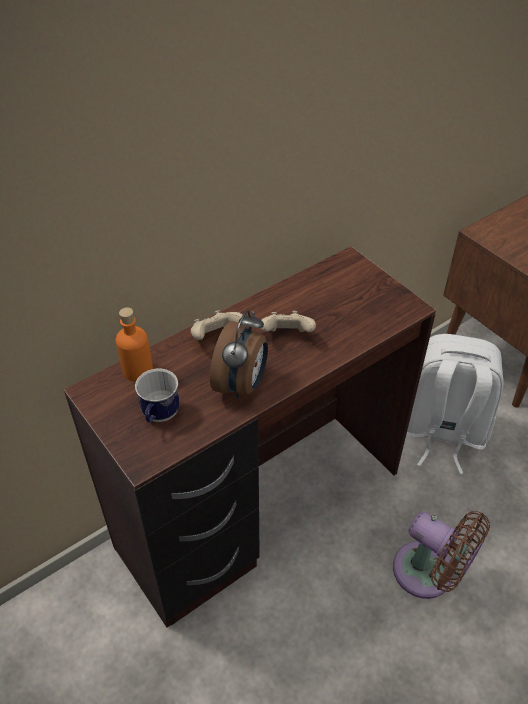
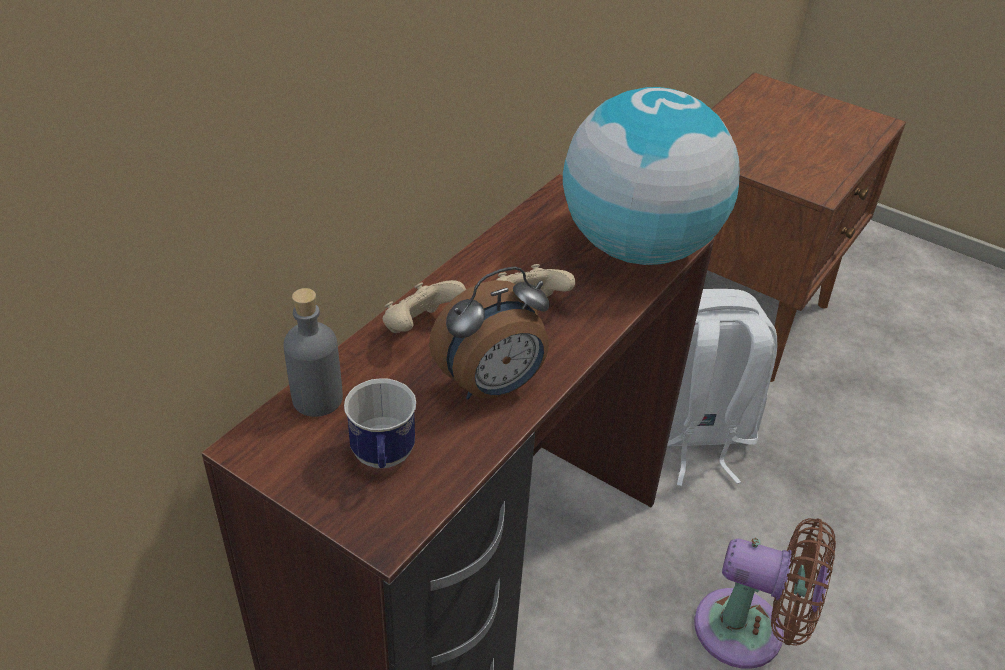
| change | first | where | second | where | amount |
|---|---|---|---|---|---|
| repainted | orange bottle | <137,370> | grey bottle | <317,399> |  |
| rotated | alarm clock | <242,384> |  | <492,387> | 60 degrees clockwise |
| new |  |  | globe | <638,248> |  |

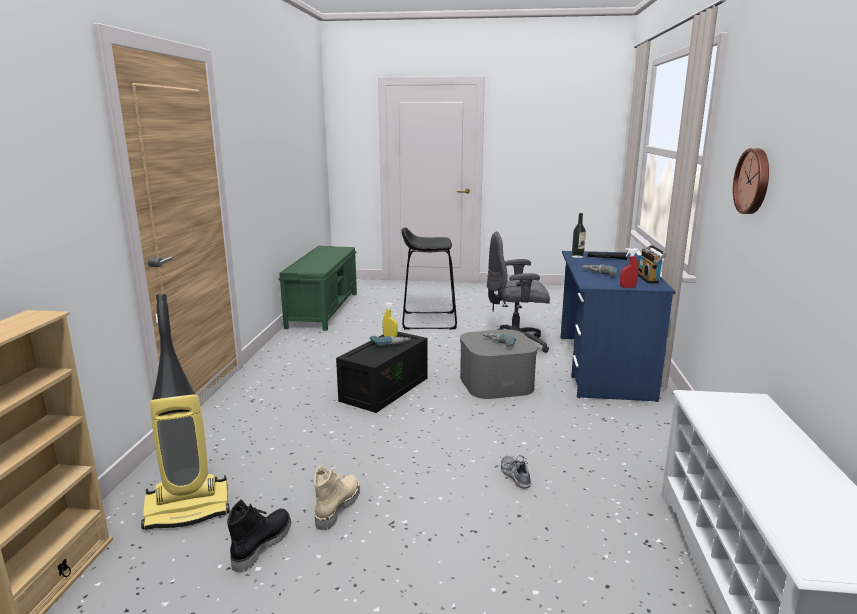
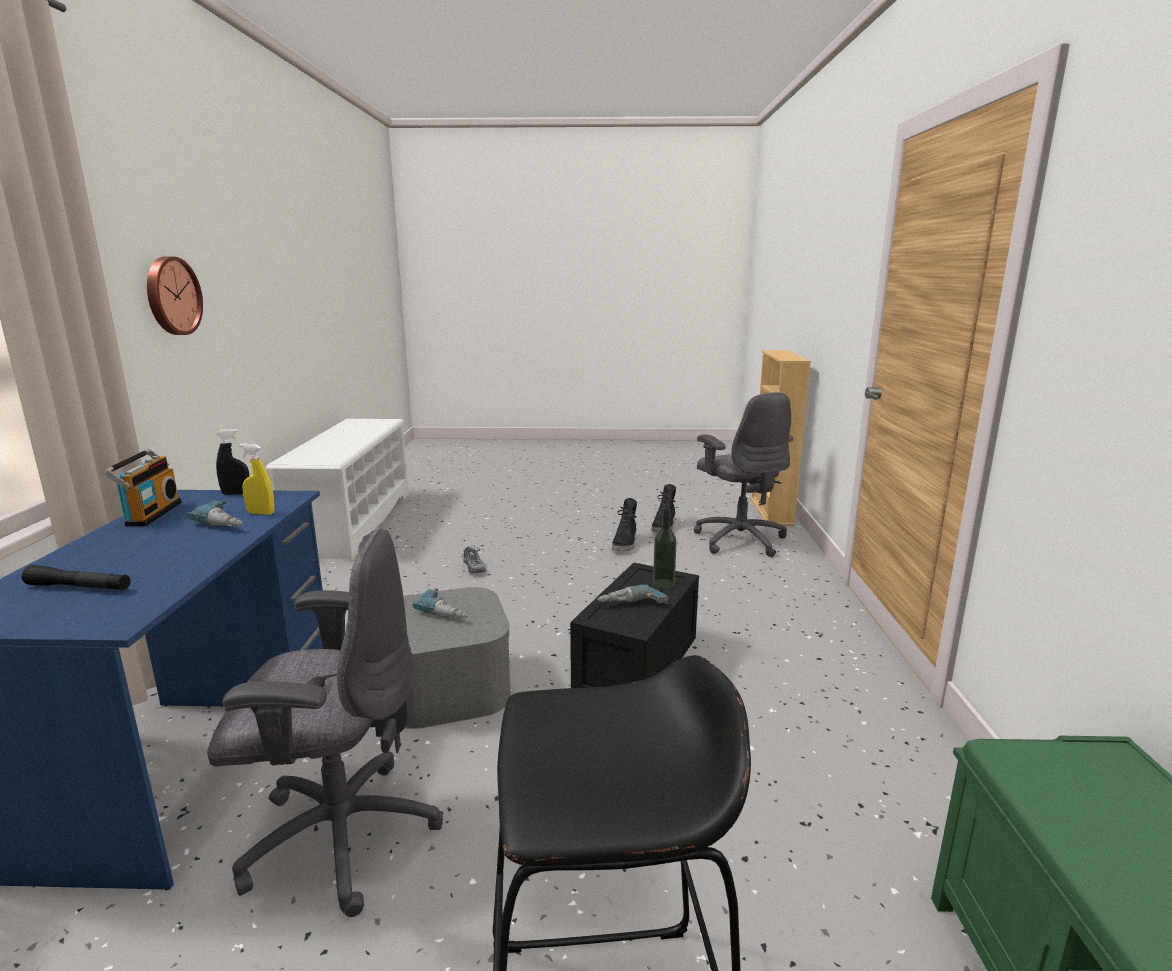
| change | first | where | second | where | amount |
|---|---|---|---|---|---|
| repainted | red spray bottle | <627,287> | black spray bottle | <236,493> |  |
| shifted | yellow spray bottle | <390,336> |  | <261,513> |  |
| repainted | beige boot | <337,507> | black boot | <625,544> |  |
| shifted | bottle | <577,256> |  | <663,584> |  |
| swapped | vacuum cleaner | <188,508> | grey office chair | <739,540> |  |

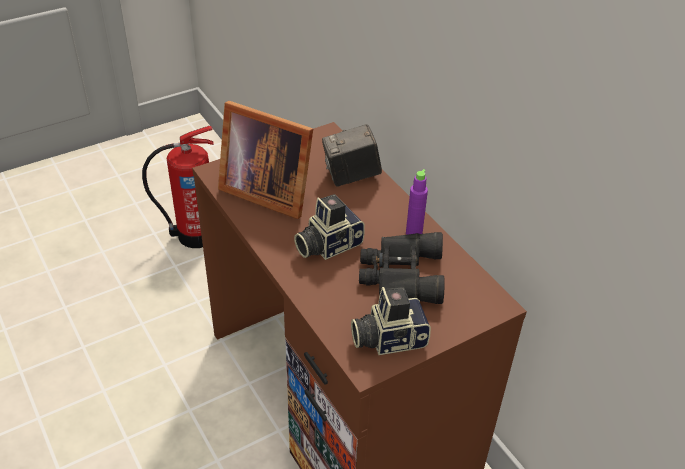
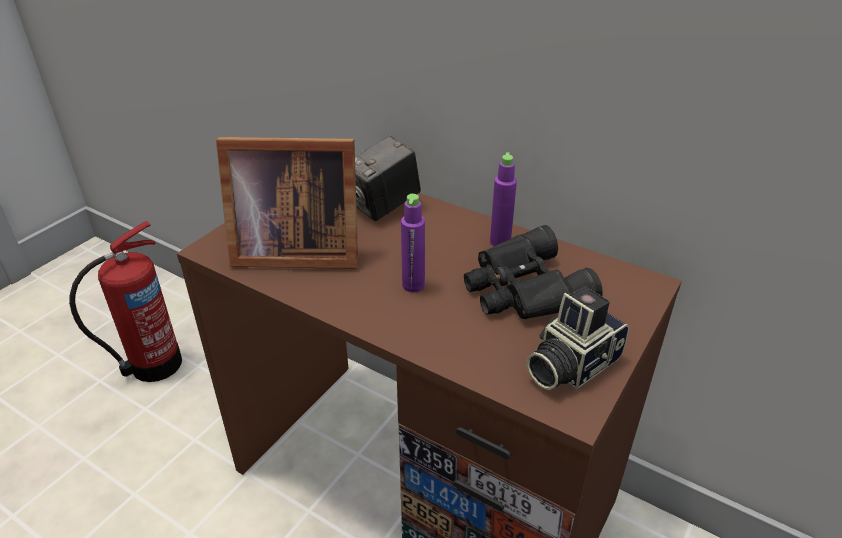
| change | first | where | second | where | amount |
|---|---|---|---|---|---|
| swapped | photo camera | <327,245> | purple bottle | <413,285> |  |

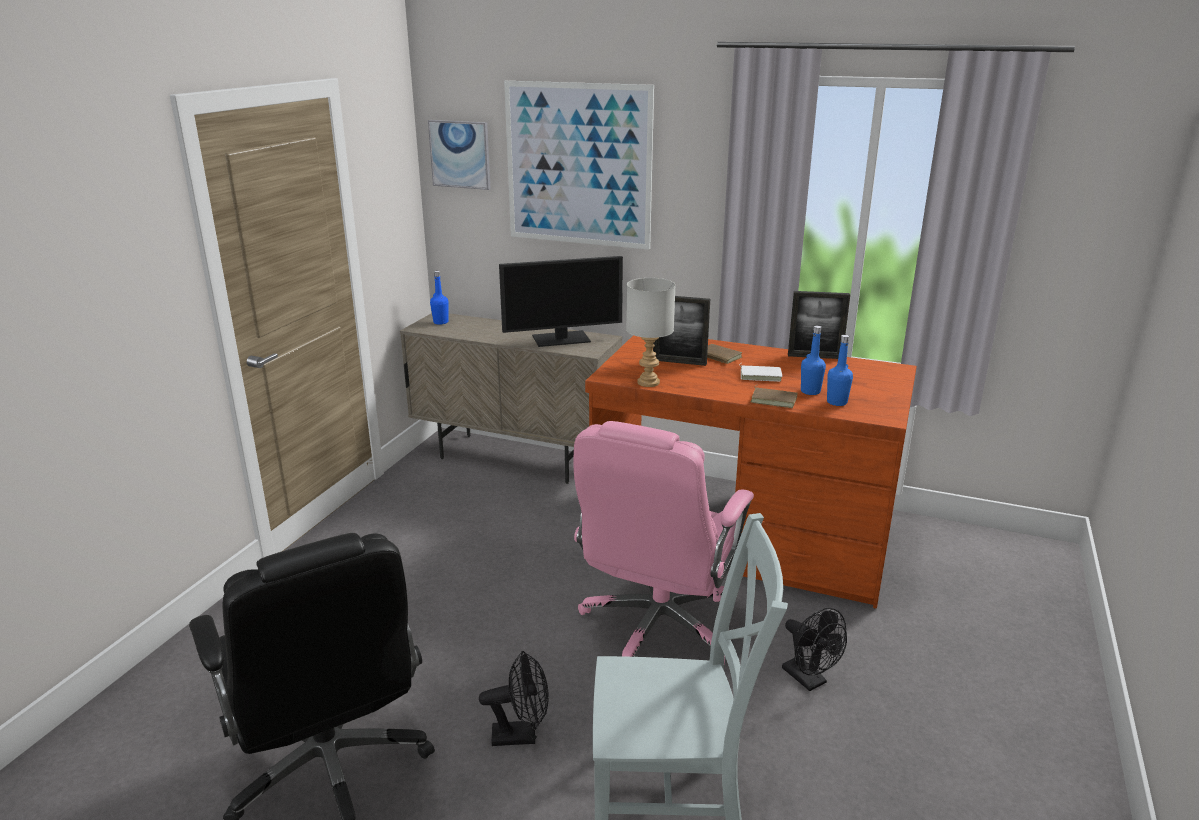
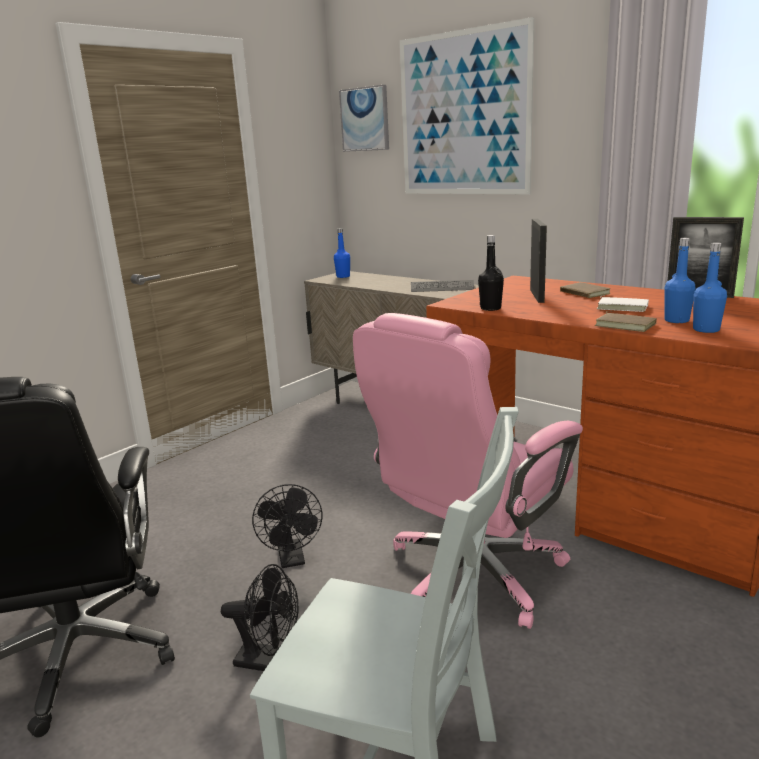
| change | first | where | second | where | amount |
|---|---|---|---|---|---|
| shifted | black fan | <809,680> |  | <292,560> |  |
| swapped | monitor | <562,339> | keyboard | <442,288> |  |
| swapped | grey table lamp | <648,382> | black bottle | <490,308> |  |
| rotated | picture frame | <679,362> |  | <537,296> | 120 degrees counterclockwise |

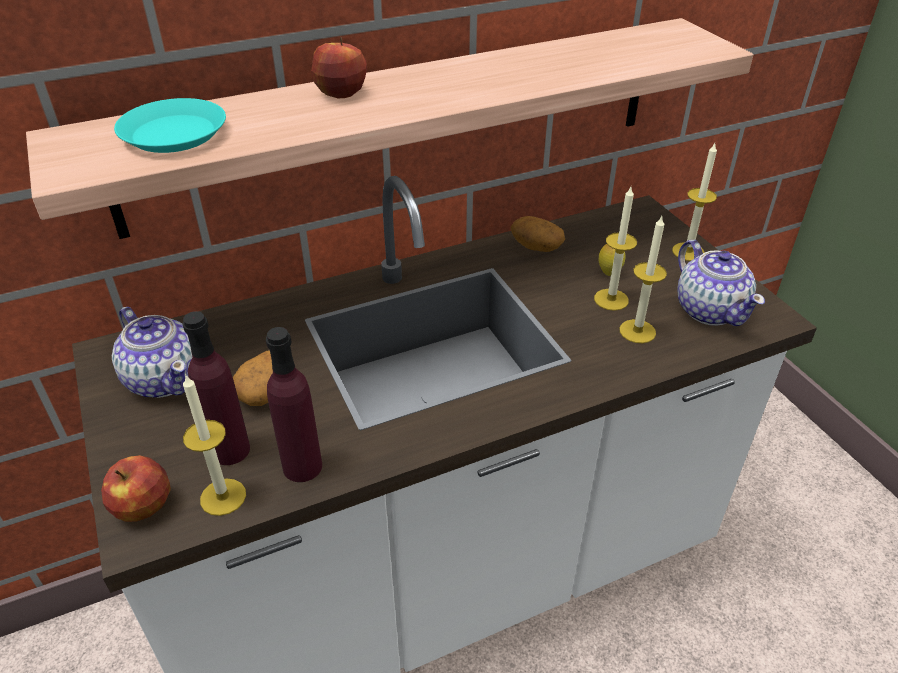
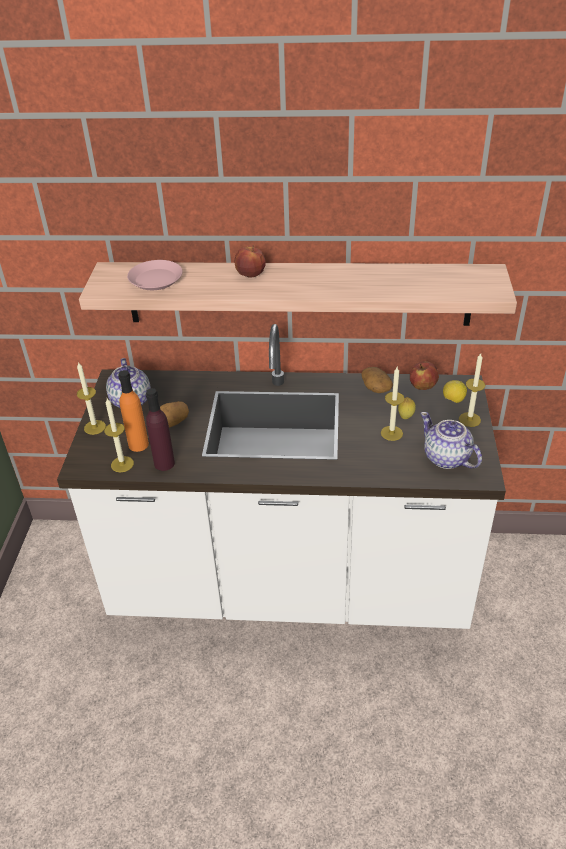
| change | first | where | second | where | amount |
|---|---|---|---|---|---|
| shifted | candle | <637,331> |  | <94,427> |  |
| repainted | purple bottle | <230,450> | orange bottle | <138,444> |  |
| repainted | turquoise plate | <174,134> | pink plate | <156,279> |  |
| shifted | apple | <144,507> |  | <423,386> |  |
| rotated | teapot | <710,310> |  | <446,458> | 135 degrees clockwise |
| new |  |  | lemon | <453,400> |  |

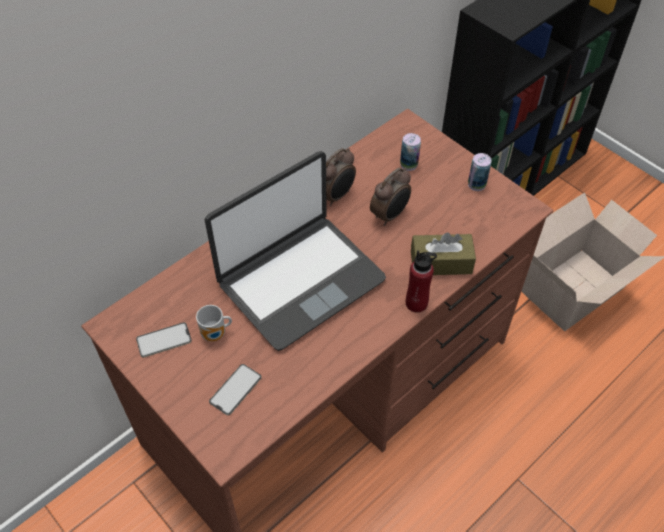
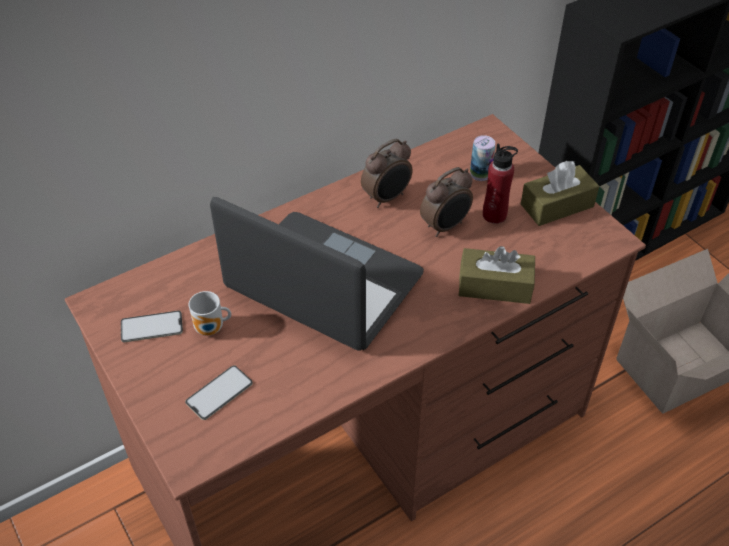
| change | first | where | second | where | amount |
|---|---|---|---|---|---|
| rotated | laptop | <300,281> |  | <323,284> | 120 degrees counterclockwise |
| shifted | red bottle | <416,303> |  | <494,215> |  |
| swapped | can | <476,184> | brown tissue box | <557,205> |  |

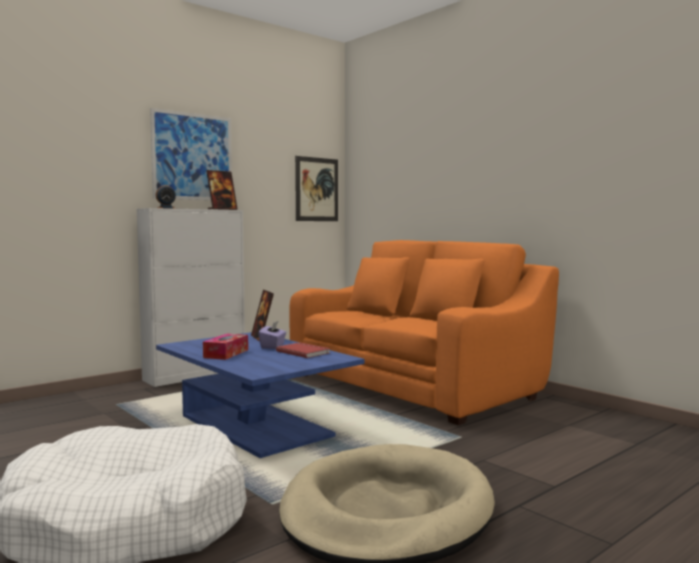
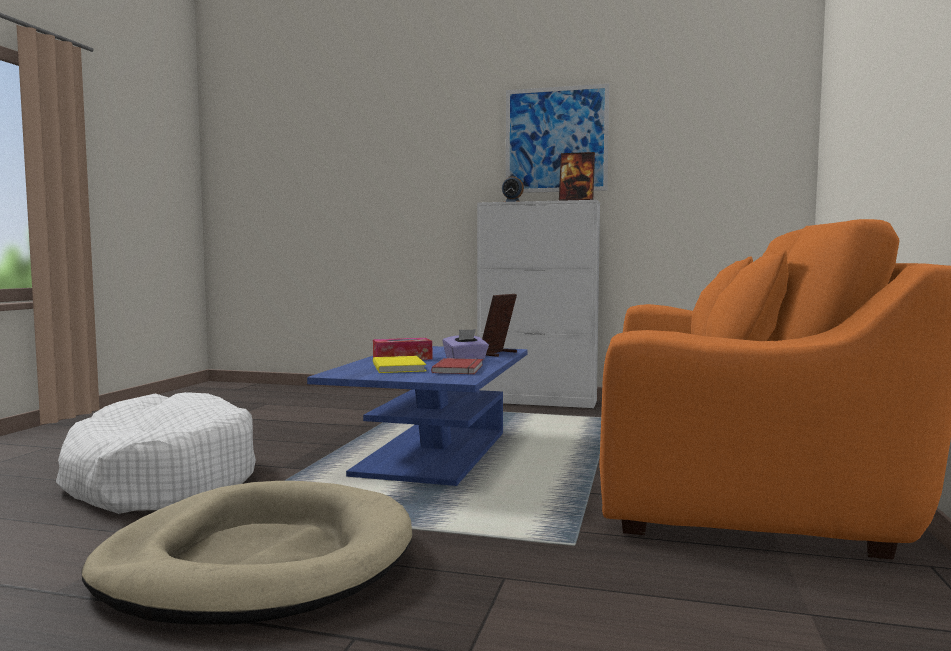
| change | first | where | second | where | amount |
|---|---|---|---|---|---|
| new |  |  | yellow book | <400,367> |  |
| gone | picture | <316,189> |  |  |  |

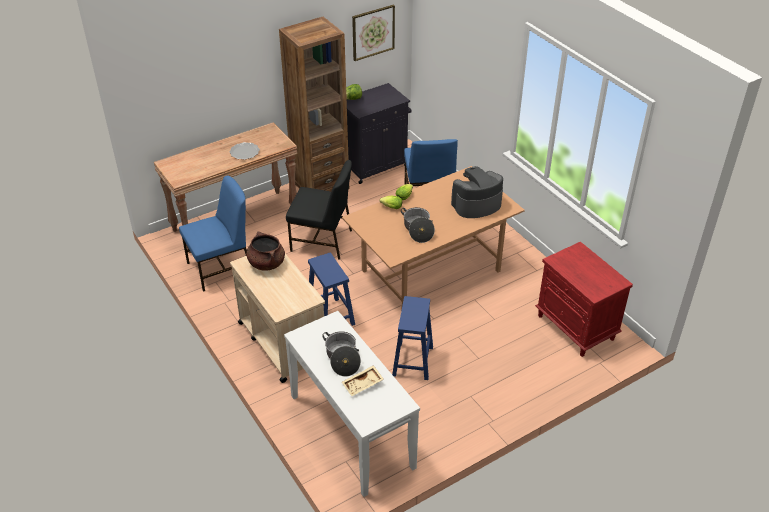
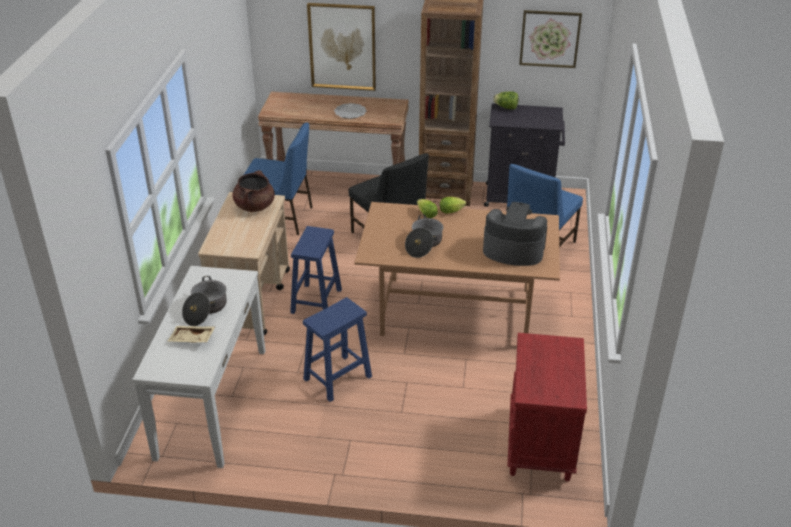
| change | first | where | second | where | amount |
|---|---|---|---|---|---|
| new |  |  | picture | <342,46> |  |

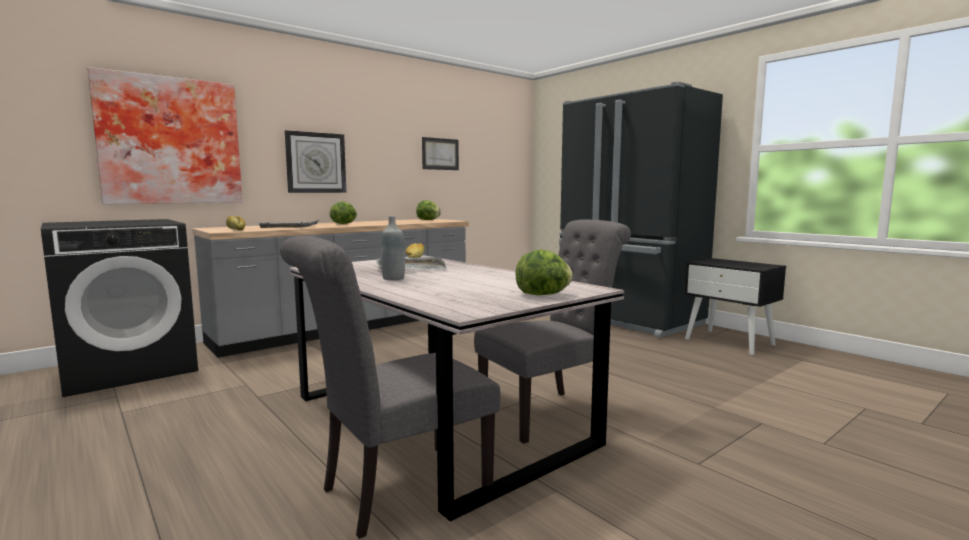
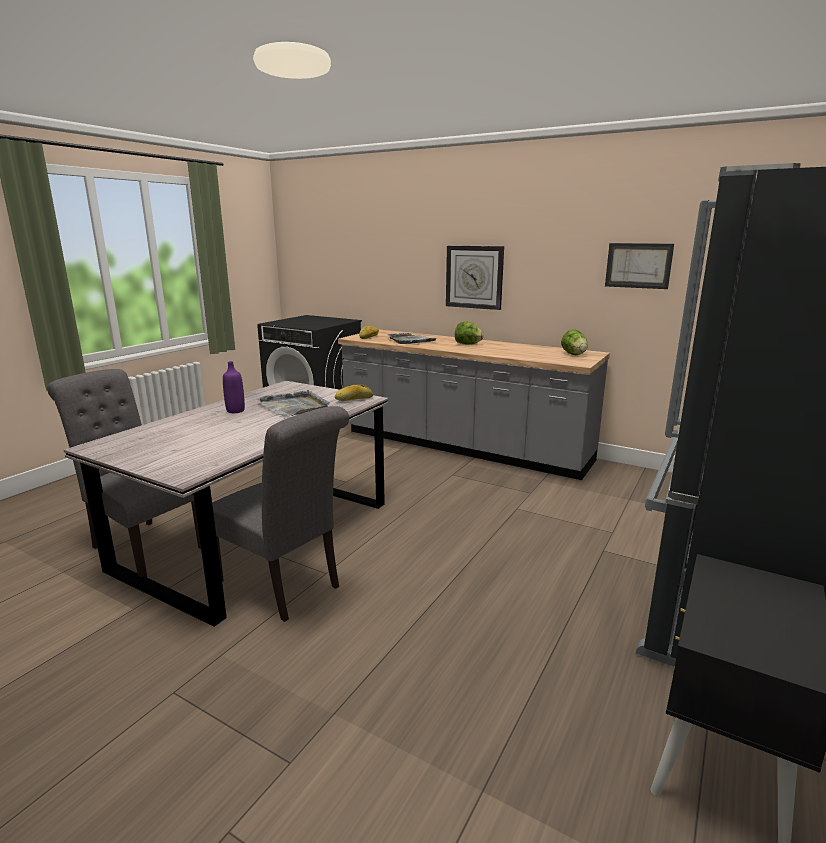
| change | first | where | second | where | amount |
|---|---|---|---|---|---|
| repainted | grey bottle | <393,278> | purple bottle | <235,411> |  |
| gone | picture | <170,141> |  |  |  |
| gone | lettuce | <543,295> |  |  |  |

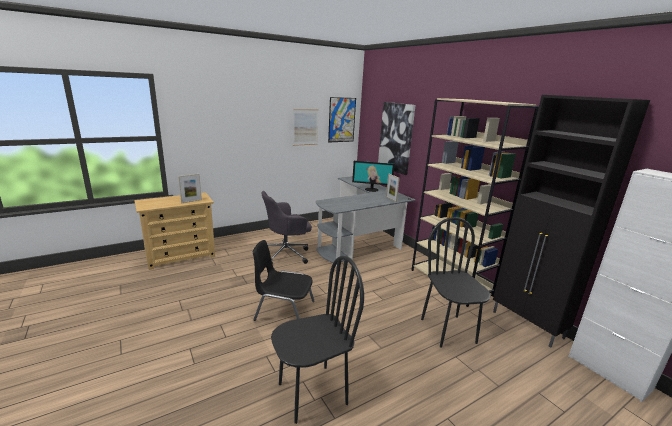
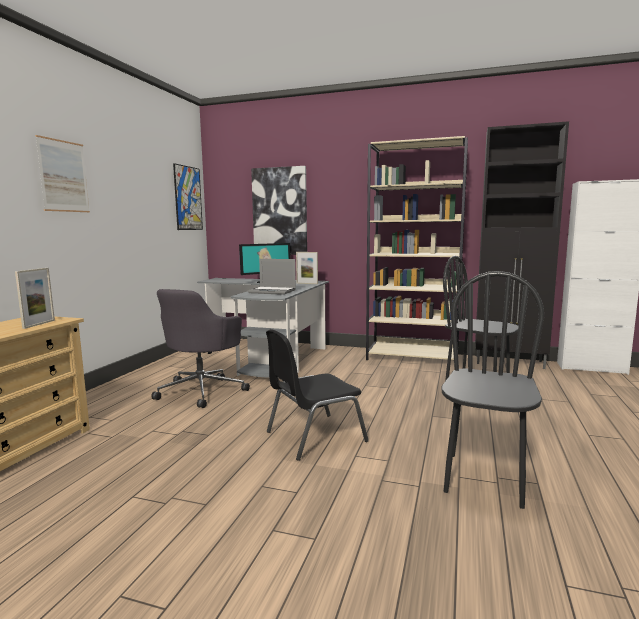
| change | first | where | second | where | amount |
|---|---|---|---|---|---|
| shifted | picture | <305,127> |  | <63,176> |  |
| new |  |  | laptop | <273,291> |  |

